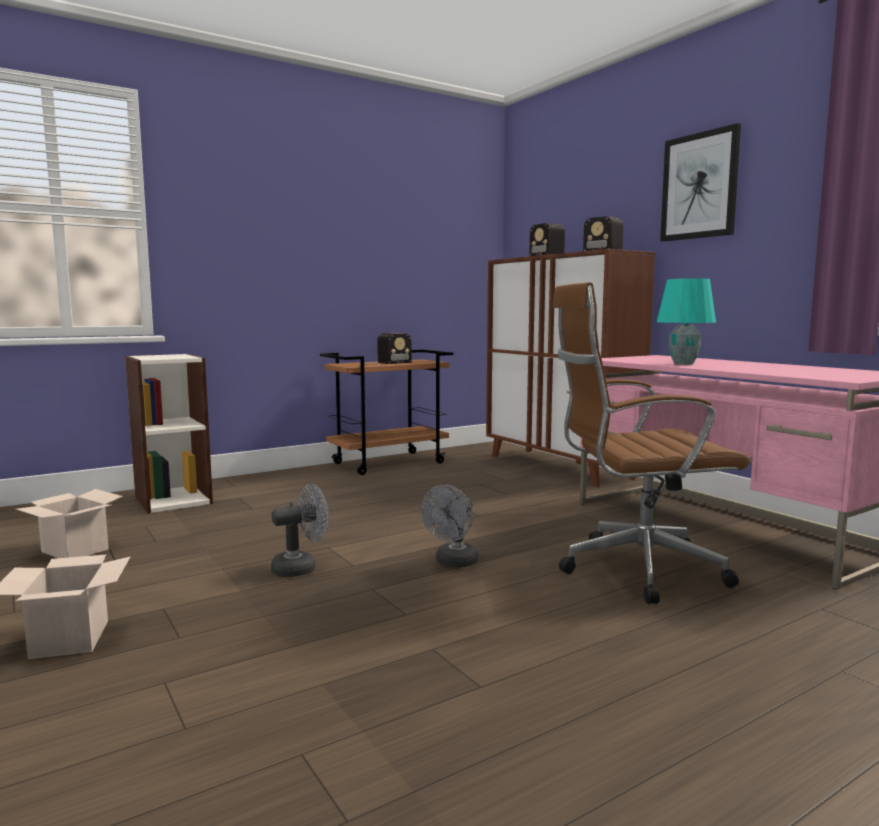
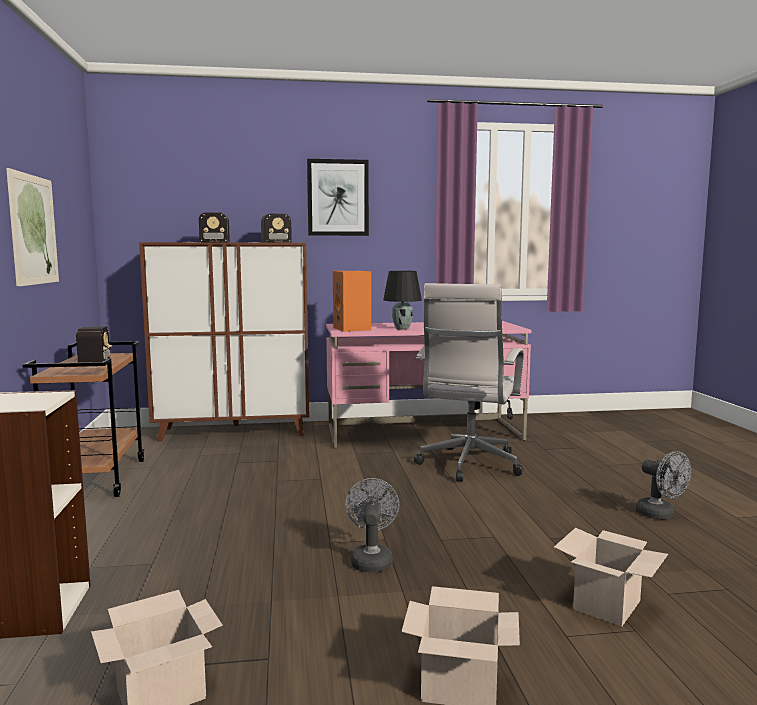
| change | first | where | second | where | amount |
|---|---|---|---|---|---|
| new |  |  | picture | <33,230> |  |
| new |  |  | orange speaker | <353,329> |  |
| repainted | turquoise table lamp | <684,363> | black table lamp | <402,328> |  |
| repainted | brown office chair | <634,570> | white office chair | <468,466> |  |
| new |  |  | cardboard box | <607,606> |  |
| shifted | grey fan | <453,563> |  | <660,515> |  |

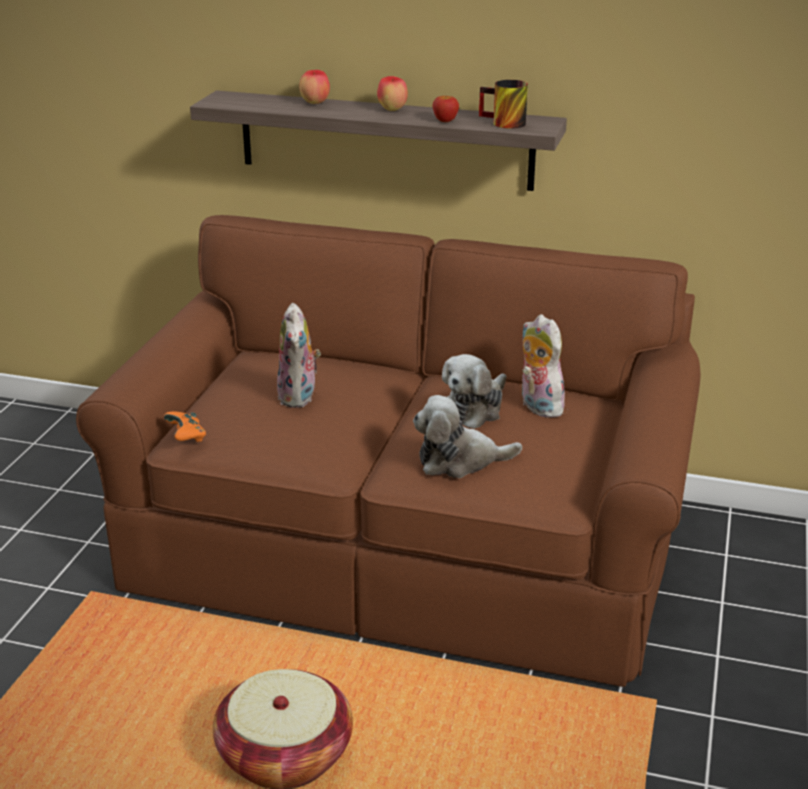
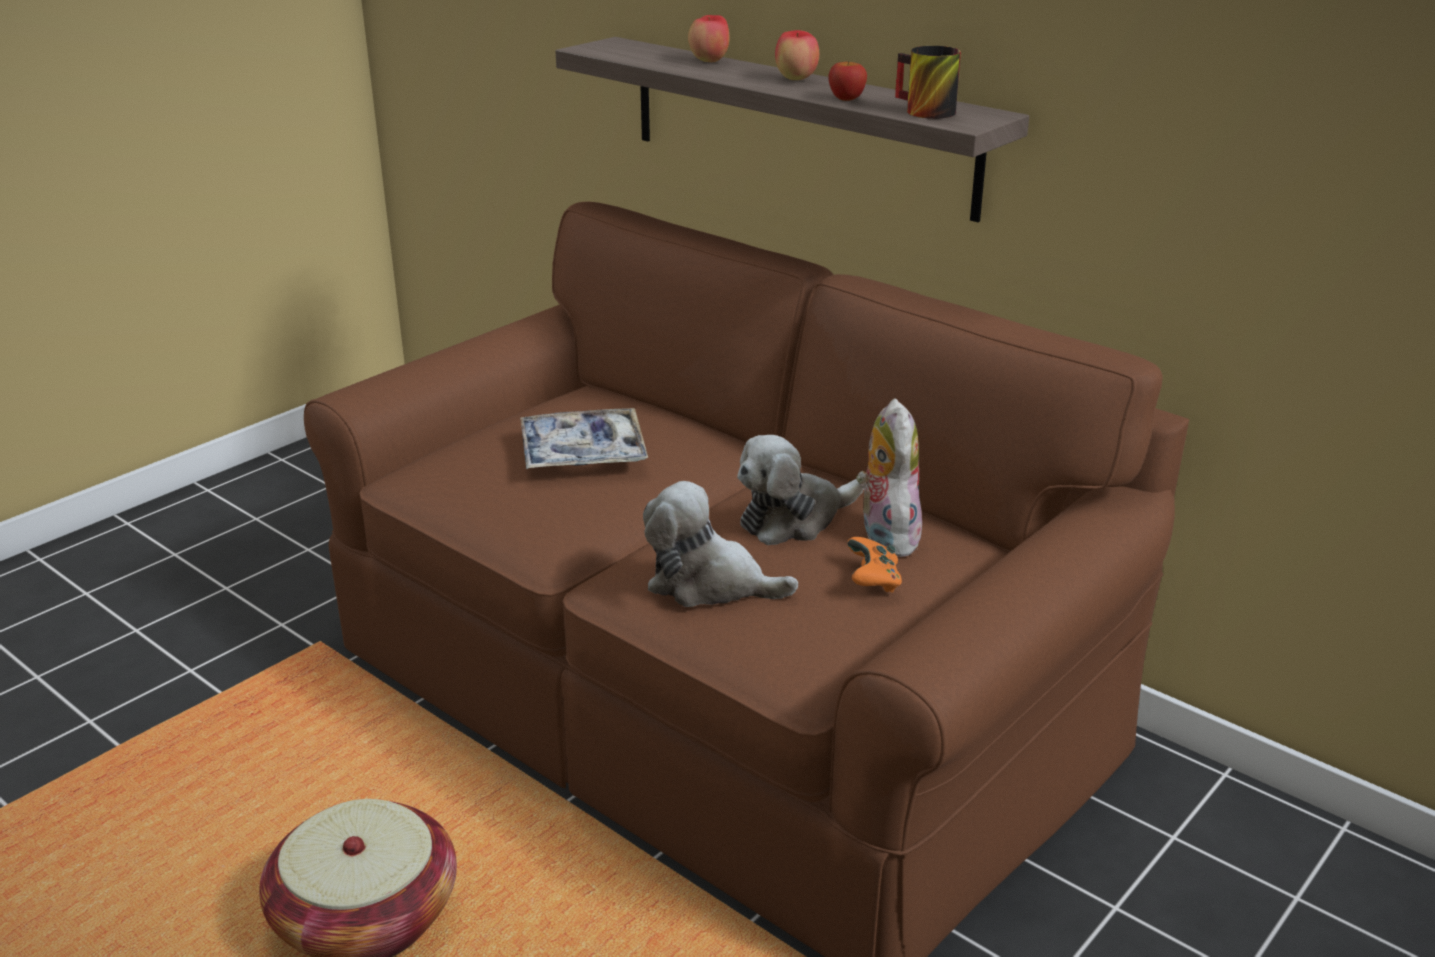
| change | first | where | second | where | amount |
|---|---|---|---|---|---|
| swapped | plush toy | <300,397> | tray | <582,452> |  |
| shifted | orange game controller | <186,437> |  | <873,581> |  |

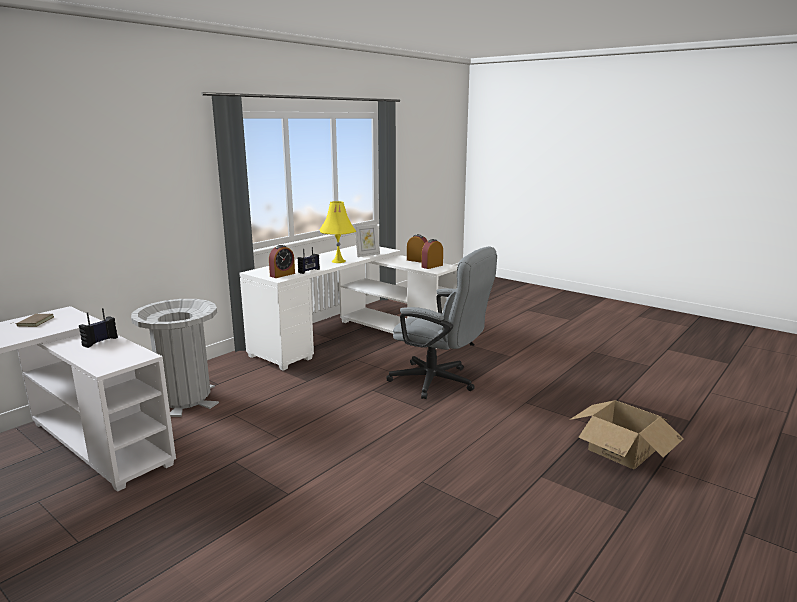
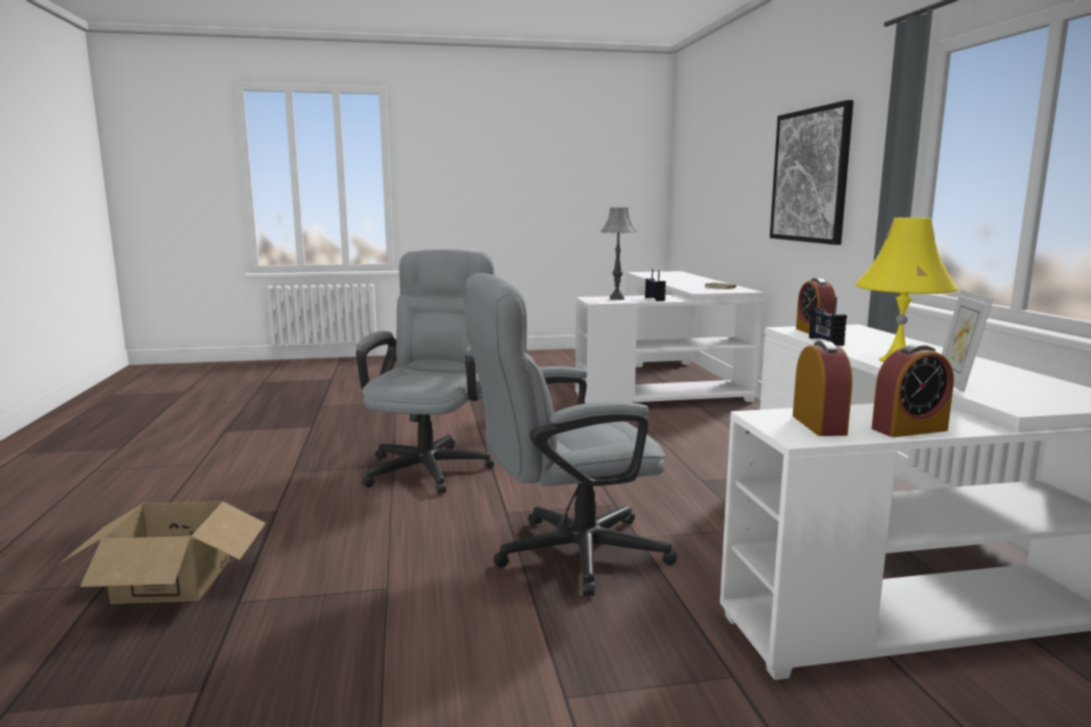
| change | first | where | second | where | amount |
|---|---|---|---|---|---|
| new |  |  | grey office chair | <433,464> |  |
| new |  |  | grey table lamp | <617,299> |  |
| new |  |  | picture | <810,176> |  |
| gone | grey trash can | <185,400> |  |  |  |

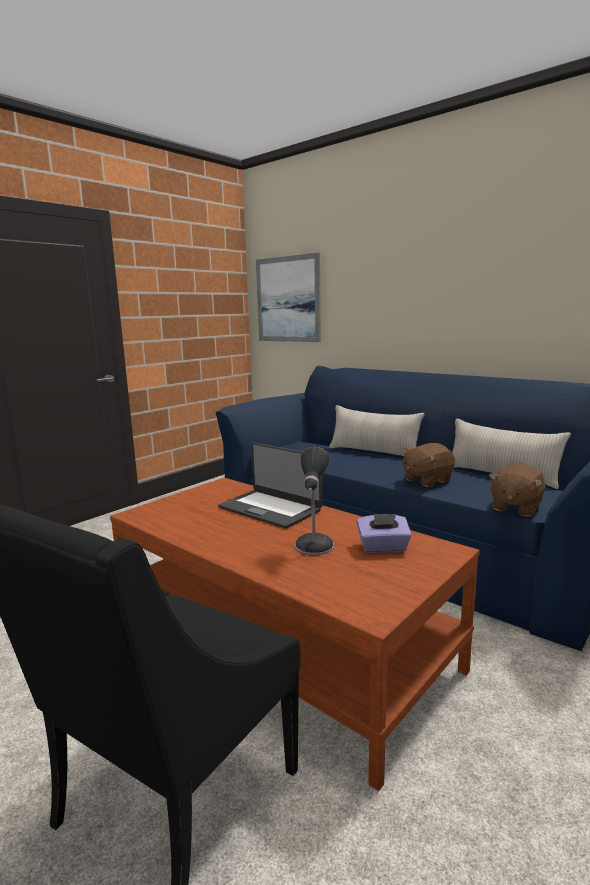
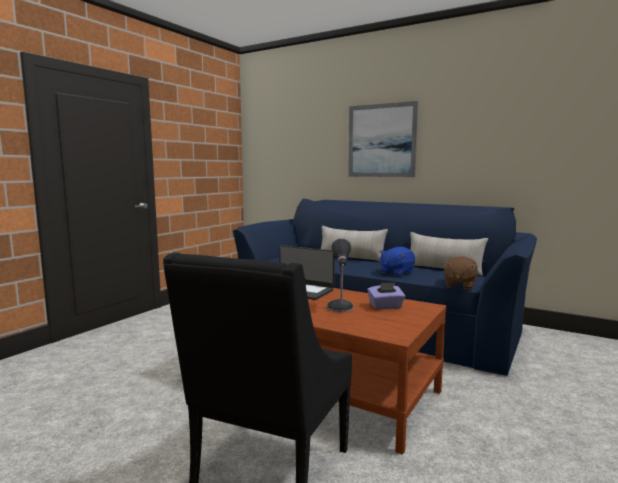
| change | first | where | second | where | amount |
|---|---|---|---|---|---|
| shifted | picture | <288,299> |  | <381,140> |  |
| repainted | brown plush toy | <426,480> | blue plush toy | <396,272> |  |

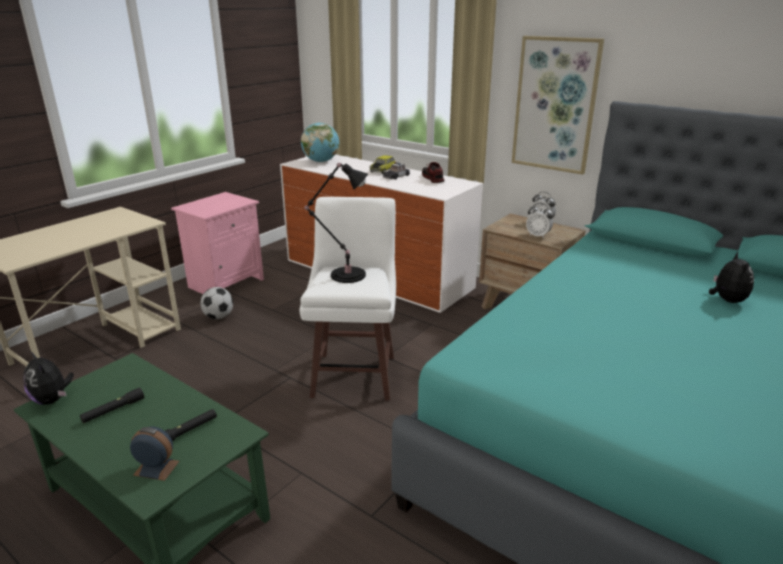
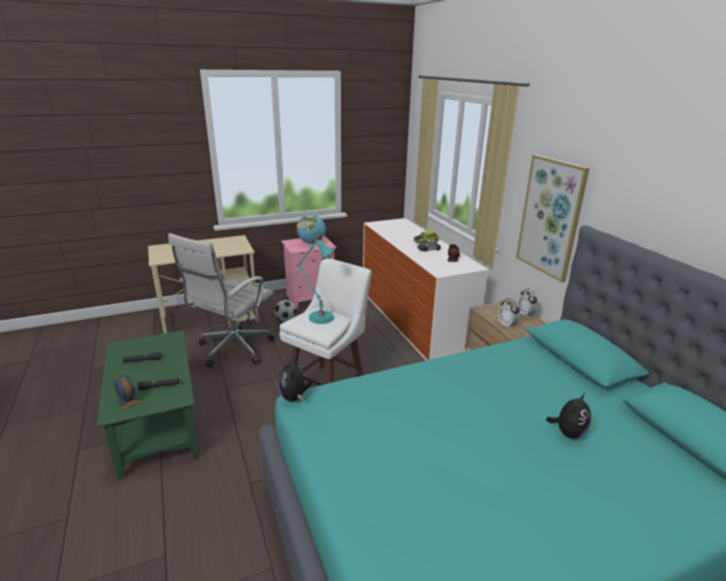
| change | first | where | second | where | amount |
|---|---|---|---|---|---|
| new |  |  | white office chair | <233,350> |  |
| shifted | plush toy | <52,400> |  | <294,397> |  |
| shifted | globe | <321,161> |  | <311,243> |  |
| repainted | black table lamp | <345,275> | turquoise table lamp | <319,316> |  |

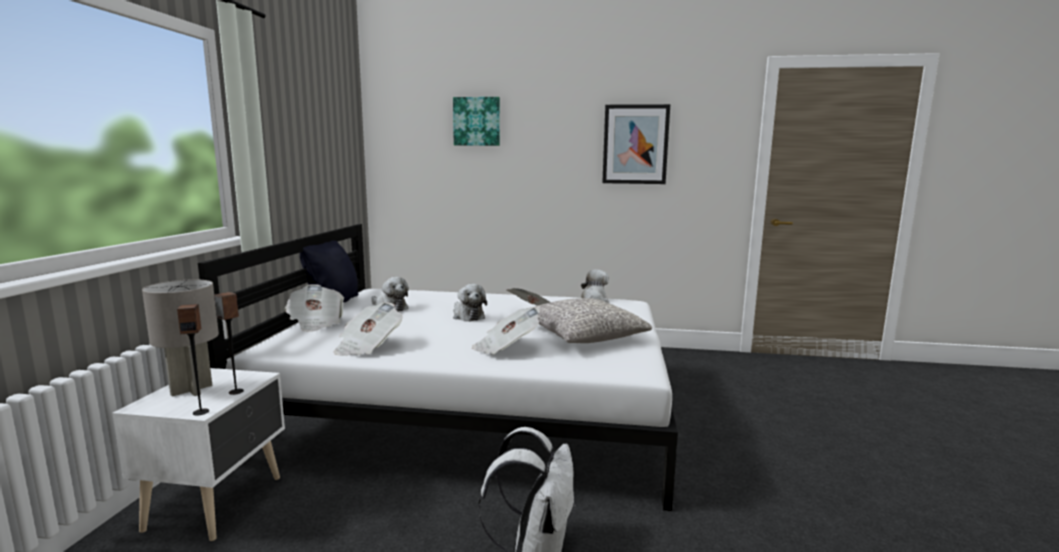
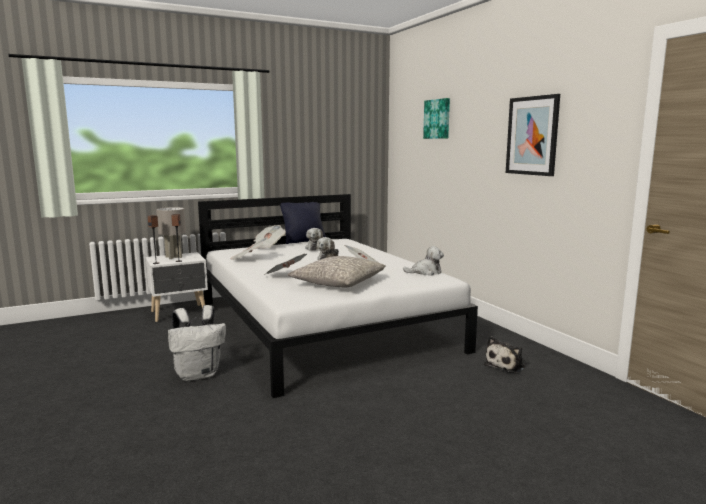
| change | first | where | second | where | amount |
|---|---|---|---|---|---|
| new |  |  | plush toy | <506,365> |  |

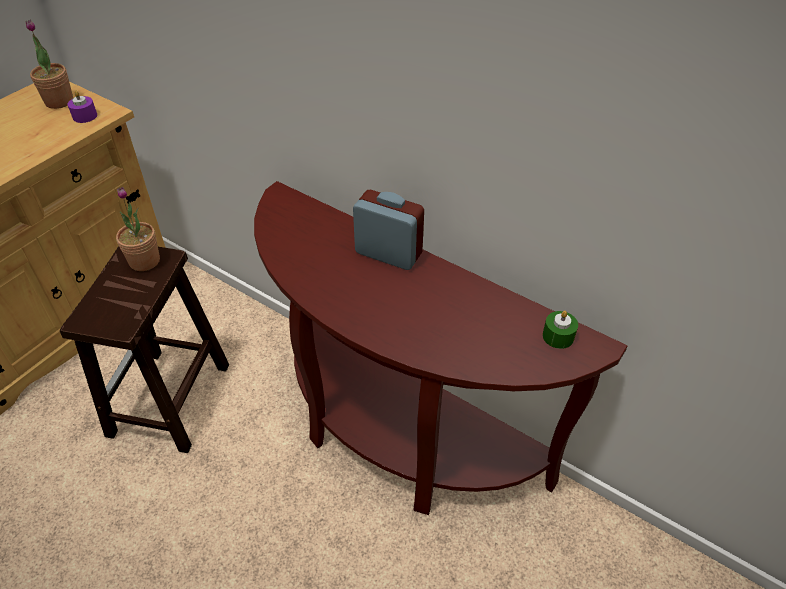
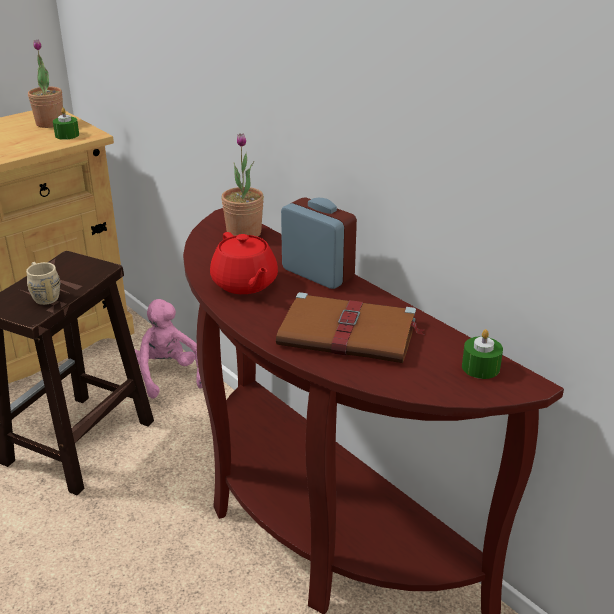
| change | first | where | second | where | amount |
|---|---|---|---|---|---|
| new |  |  | beige mug | <44,295> |  |
| repainted | purple candle | <85,116> | green candle | <67,135> |  |
| new |  |  | pink plush toy | <167,375> |  |
| new |  |  | red teapot | <244,284> |  |
| shifted | potted plant | <144,261> |  | <244,233> |  |
| new |  |  | brown book | <350,334> |  |

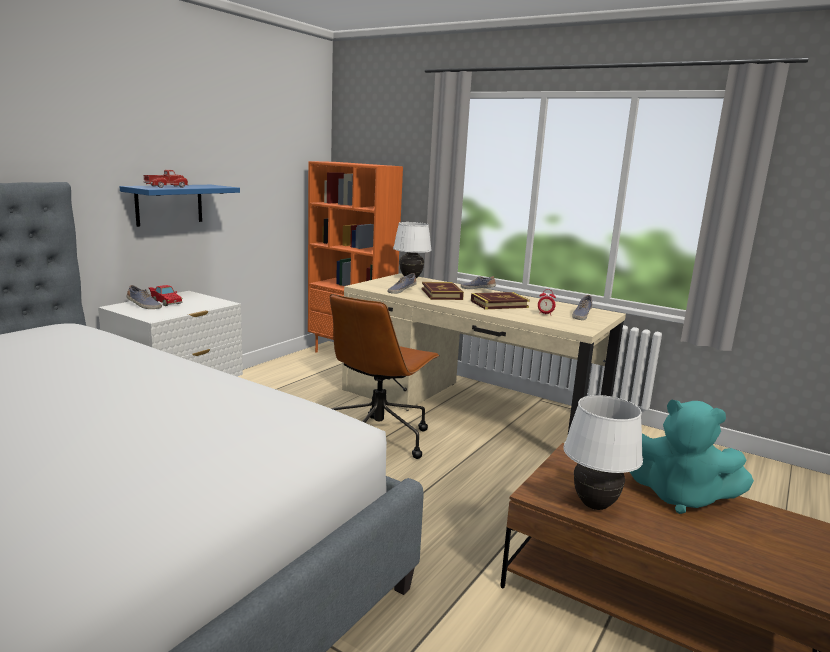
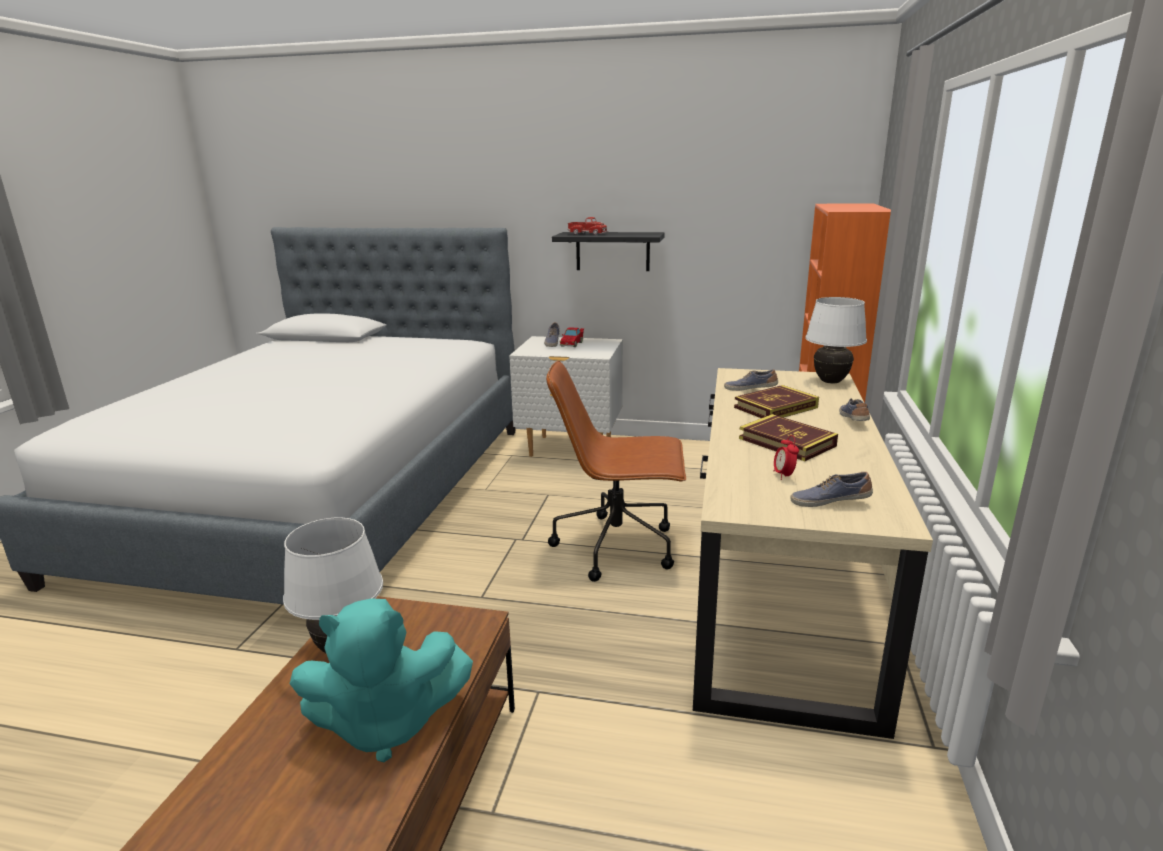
| change | first | where | second | where | amount |
|---|---|---|---|---|---|
| rotated | turquoise plush toy | <680,497> |  | <386,724> | 105 degrees counterclockwise |
| repainted | blue shelf | <169,204> | black shelf | <612,251> |  |

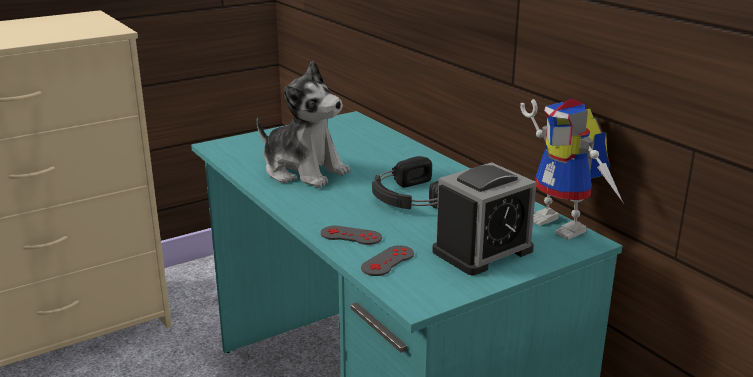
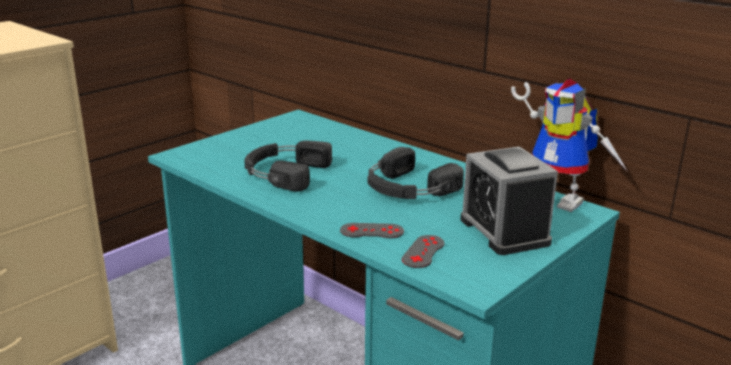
| change | first | where | second | where | amount |
|---|---|---|---|---|---|
| swapped | plush toy | <303,171> | black headphones | <284,173> |  |
| rotated | alarm clock | <482,251> |  | <504,231> | 120 degrees clockwise |

